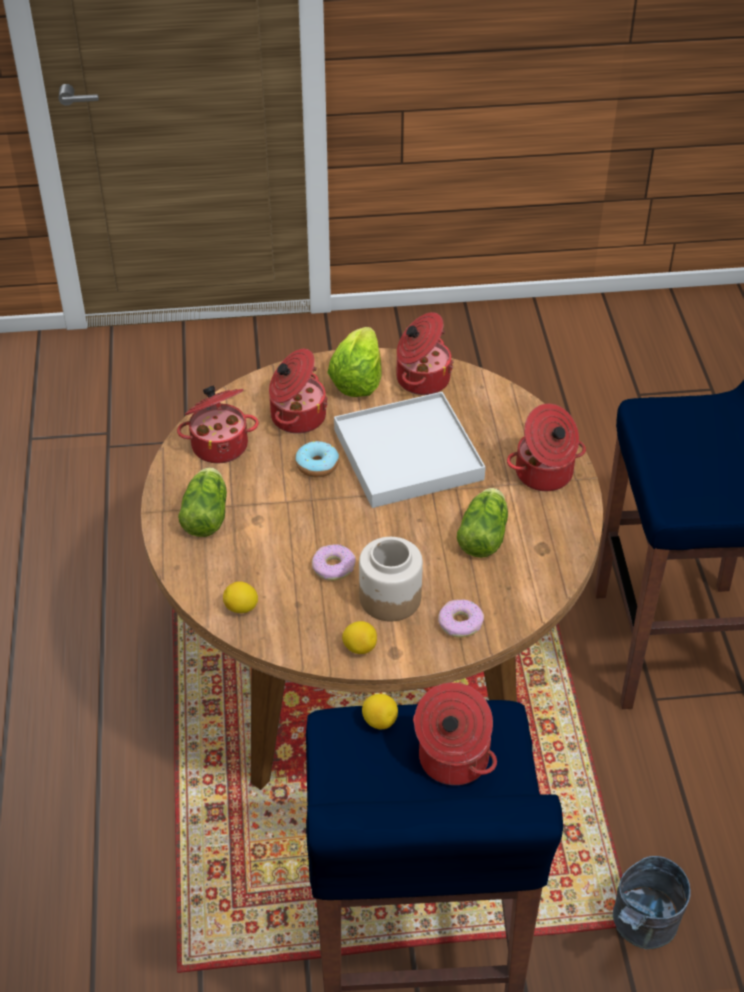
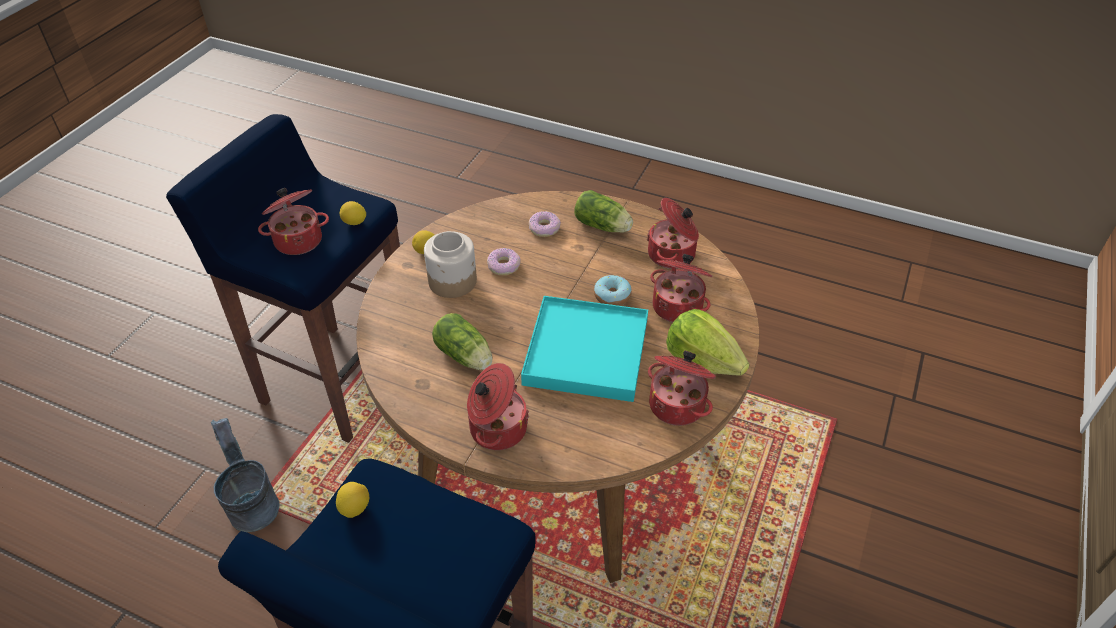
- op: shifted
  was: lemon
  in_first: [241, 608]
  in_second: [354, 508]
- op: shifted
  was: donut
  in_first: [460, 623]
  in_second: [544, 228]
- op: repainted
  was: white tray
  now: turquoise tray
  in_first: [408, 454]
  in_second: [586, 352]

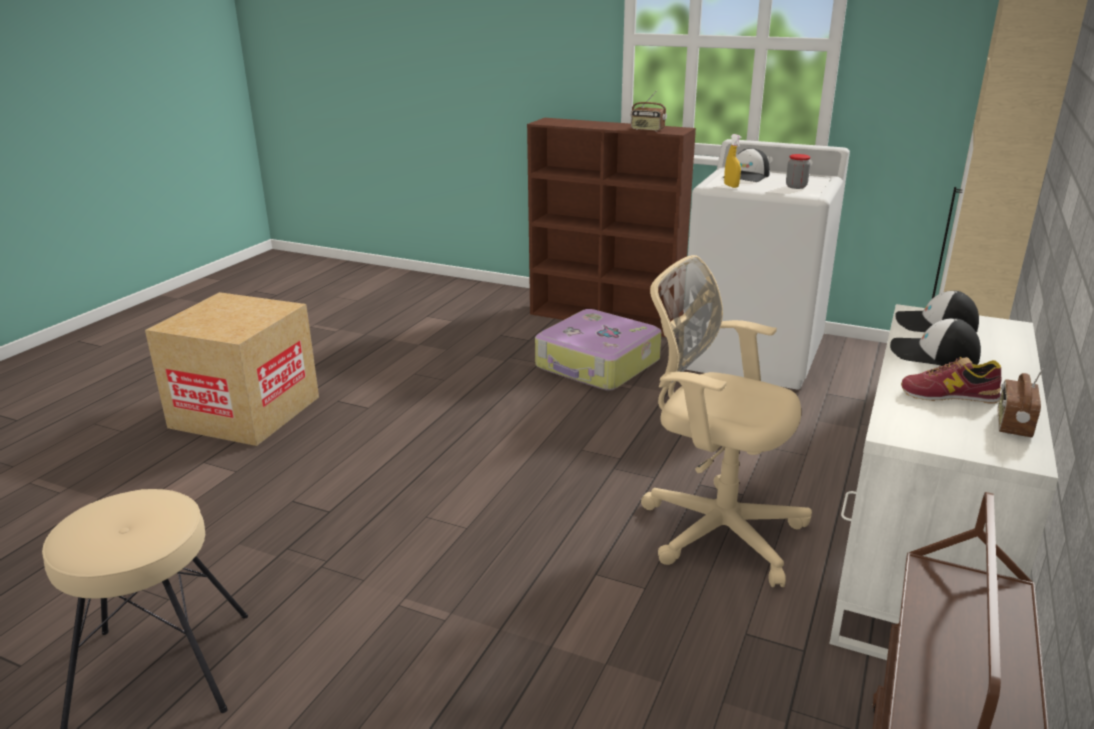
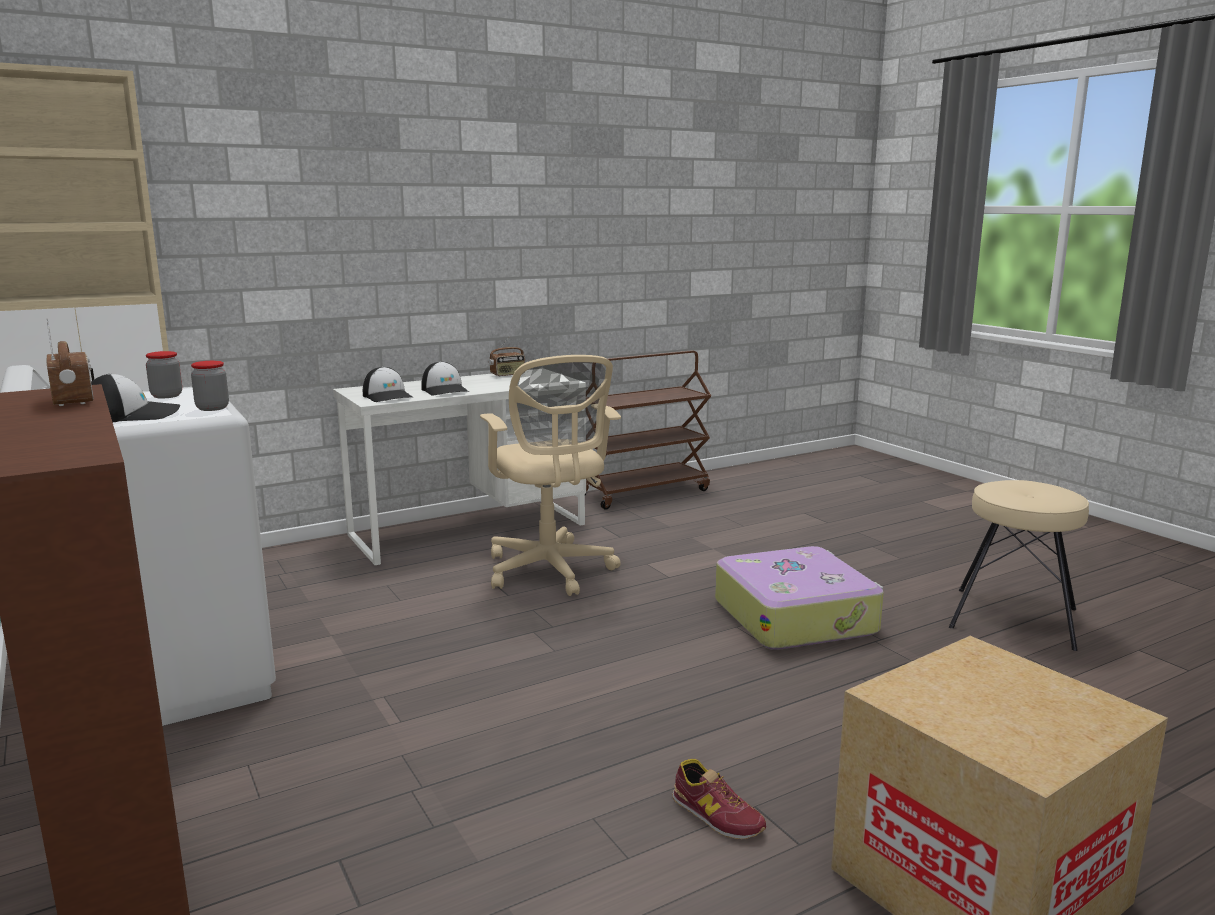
- op: shifted
  was: suitcase
  in_first: [597, 365]
  in_second: [795, 616]
- op: shifted
  was: shoe
  in_first: [949, 395]
  in_second: [716, 815]
- op: swapped
  was: yellow spray bottle
  now: jar
  in_first: [731, 186]
  in_second: [212, 408]

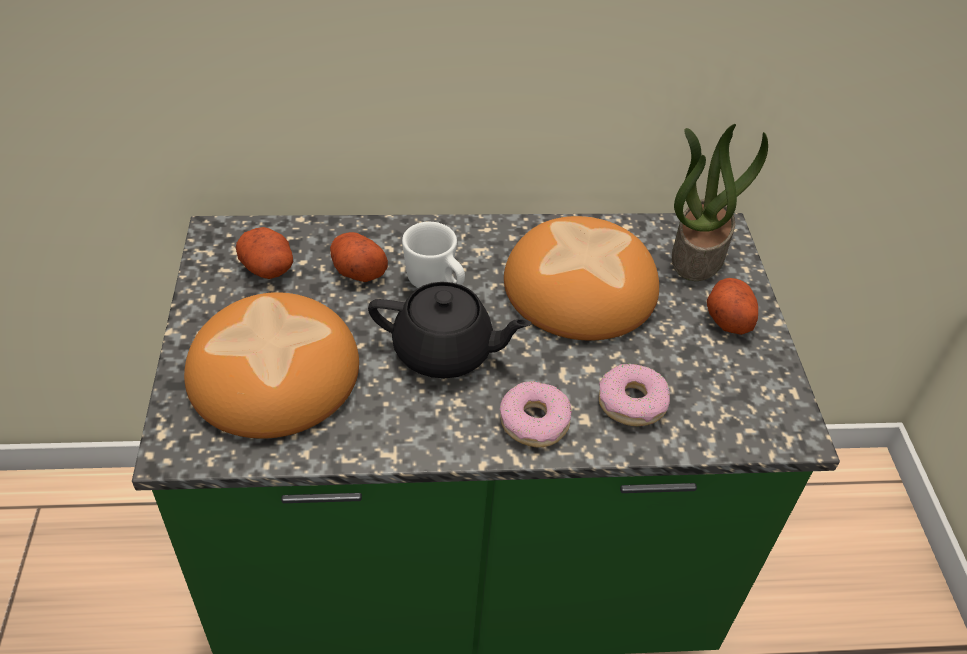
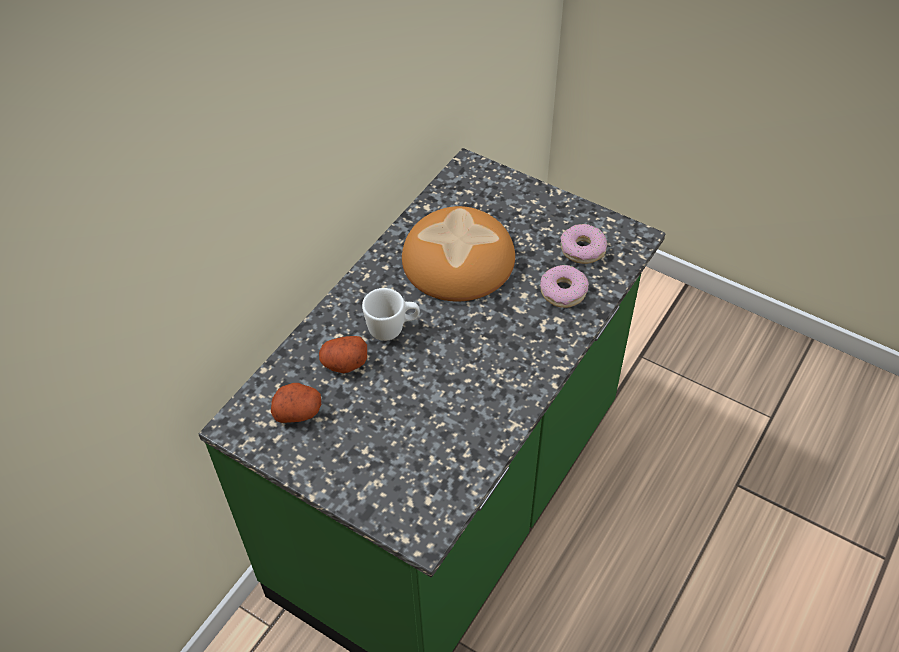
- op: gone
  was: bread
  in_first: [274, 372]
- op: gone
  was: black teapot
  in_first: [445, 352]
- op: gone
  was: potted plant
  in_first: [697, 253]
- op: gone
  was: potato
  in_first: [727, 317]
- op: shifted
  was: donut
  in_first: [534, 421]
  in_second: [582, 249]

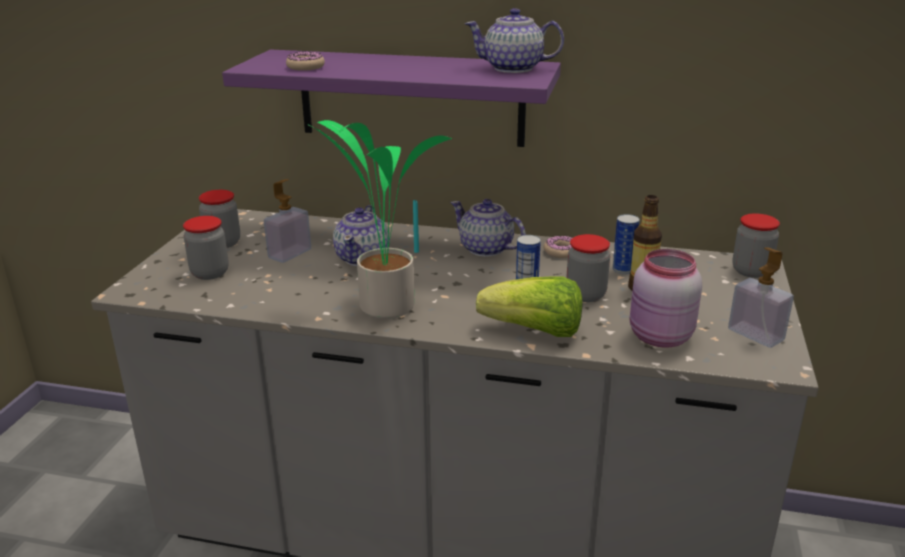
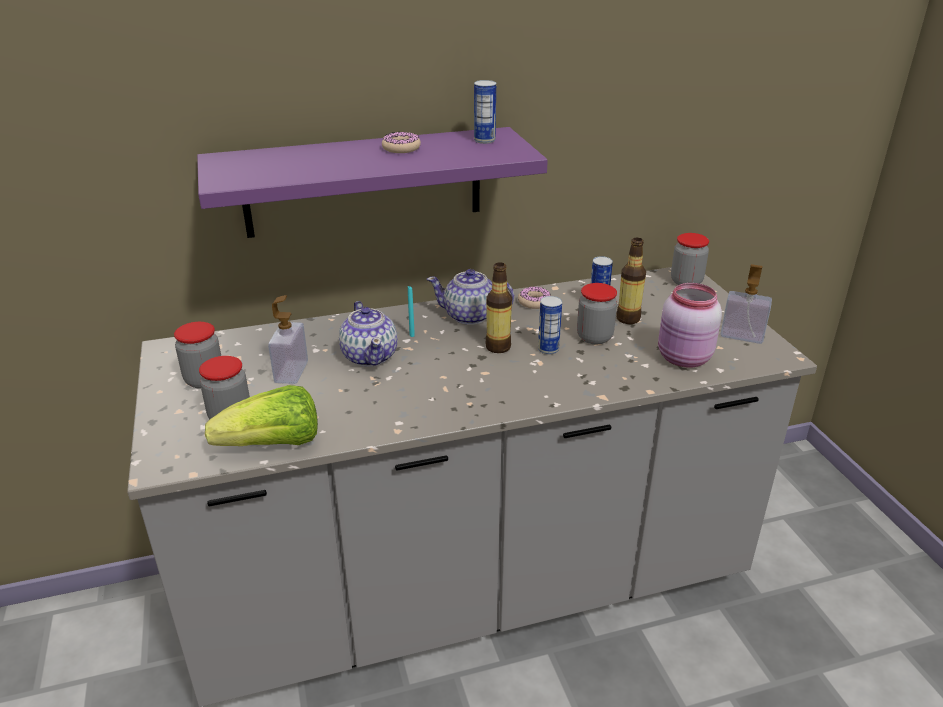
- op: gone
  was: potted plant
  in_first: [383, 307]
- op: new
  now: bottle
  in_second: [498, 347]
- op: shifted
  was: donut
  in_first: [305, 67]
  in_second: [401, 148]
- op: shifted
  was: lettuce
  in_first: [534, 331]
  in_second: [273, 445]
- op: swapped
  was: teapot
  now: can
  in_first: [514, 68]
  in_second: [484, 140]

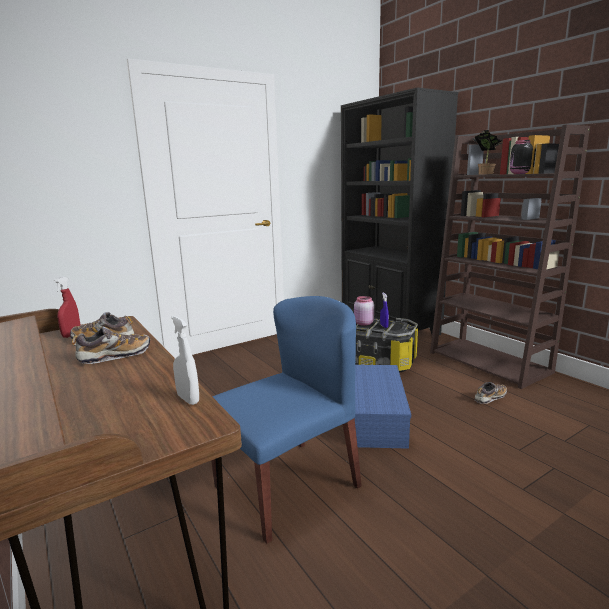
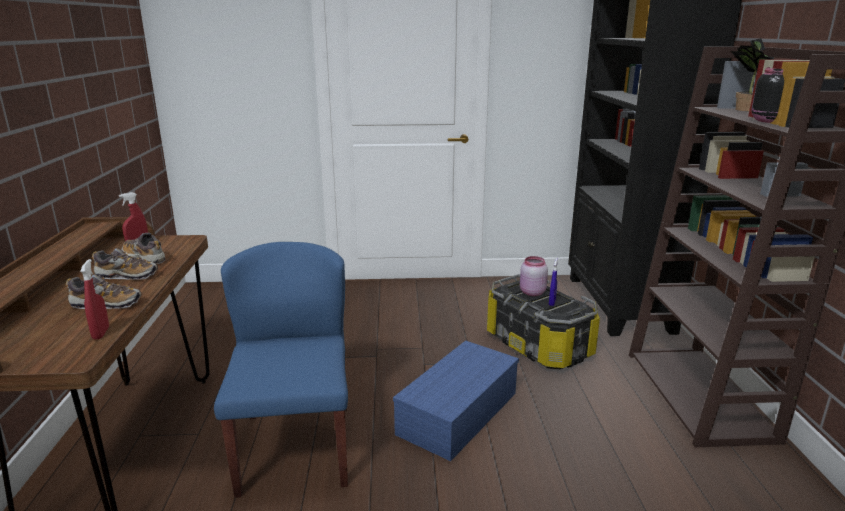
- op: shifted
  was: shoe
  in_first: [490, 398]
  in_second: [106, 304]
- op: repainted
  was: white spray bottle
  now: red spray bottle
  in_first: [188, 399]
  in_second: [101, 333]
- op: rotated
  was: blue chair
  in_first: [288, 485]
  in_second: [295, 447]
  clockwise: -90

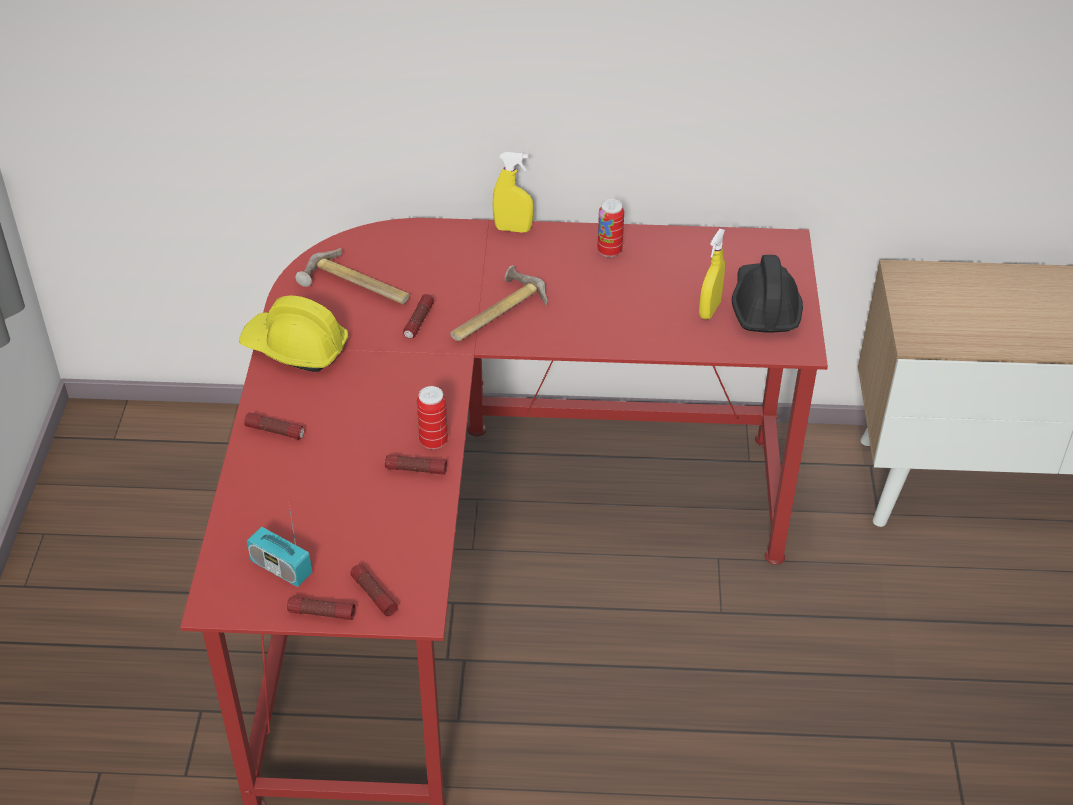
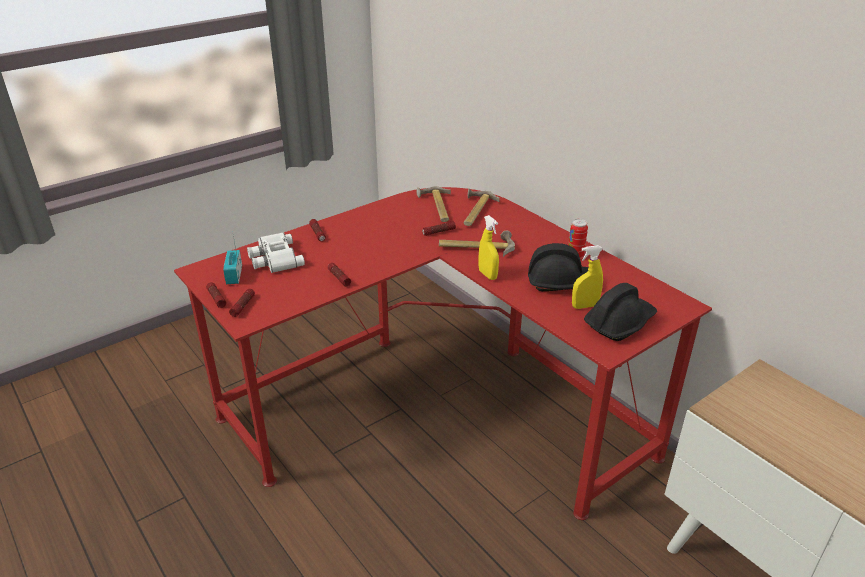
- op: gone
  was: yellow hard hat
  in_first: [295, 348]
- op: gone
  was: can
  in_first: [433, 441]
- op: new
  now: white binoculars
  in_second: [274, 258]
- op: new
  now: hammer
  in_second: [474, 211]
- op: new
  now: black hard hat
  in_second: [561, 282]
- op: shifted
  was: yellow spray bottle
  in_first: [513, 229]
  in_second: [487, 275]

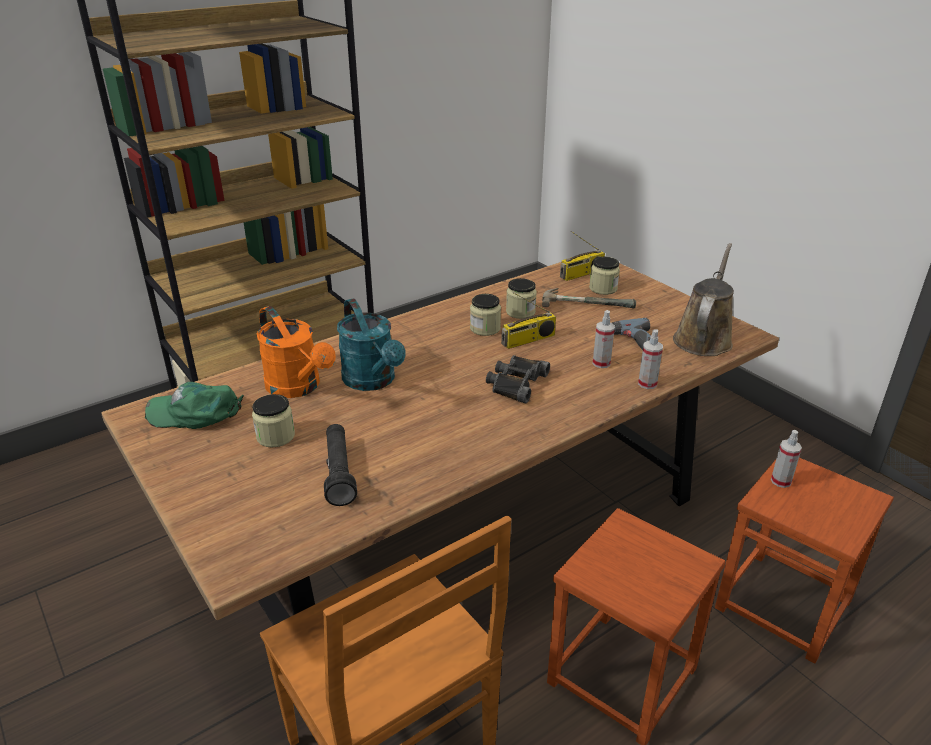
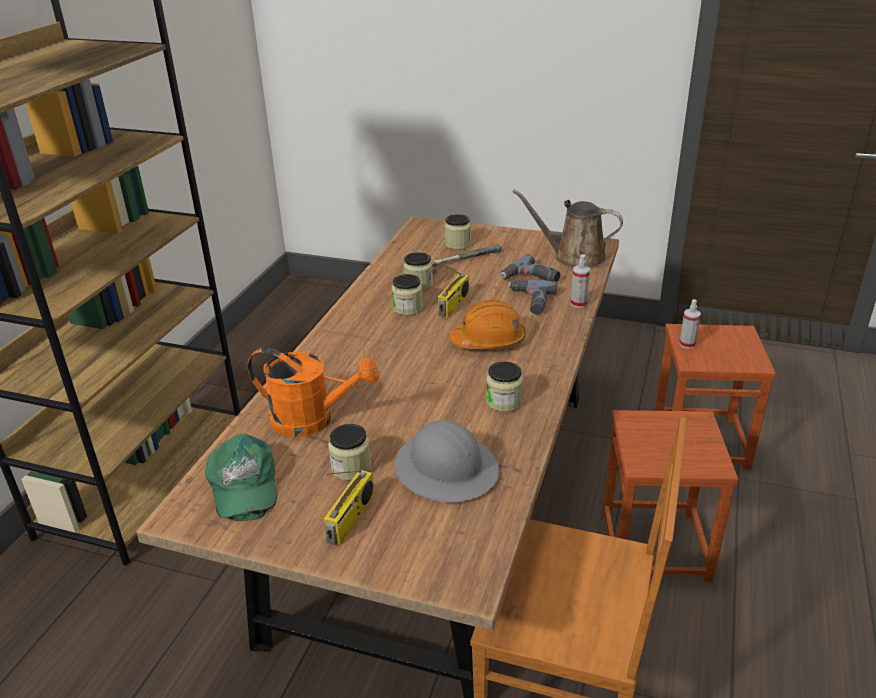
- op: gone
  was: turquoise watering can
  in_first: [373, 381]
- op: new
  now: jar
  in_second: [504, 402]
- op: shifted
  was: radio
  in_first: [581, 274]
  in_second: [351, 519]
- op: swapped
  was: black flashlight
  now: grey hard hat
  in_first: [339, 472]
  in_second: [446, 469]
- op: swapped
  was: black binoculars
  now: orange hard hat
  in_first: [515, 383]
  in_second: [488, 341]
- op: swapped
  was: spray bottle
  now: power drill
  in_first: [601, 363]
  in_second: [529, 301]
- op: rotated
  was: green cap
  in_first: [195, 412]
  in_second: [242, 485]
  clockwise: -75
- op: rotated
  was: brown watering can
  in_first: [703, 338]
  in_second: [574, 257]
  clockwise: -60

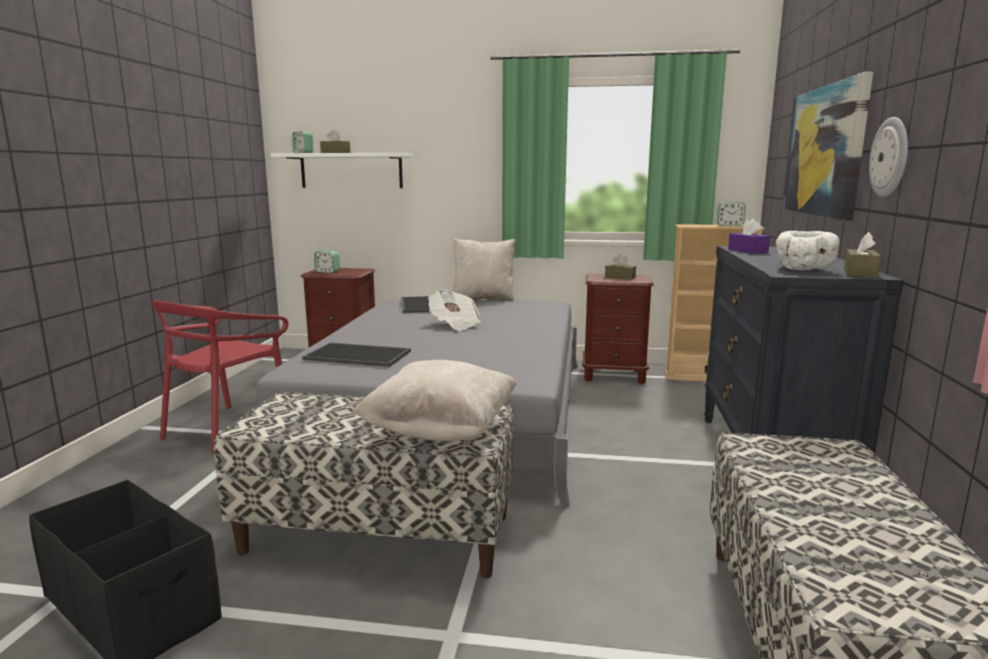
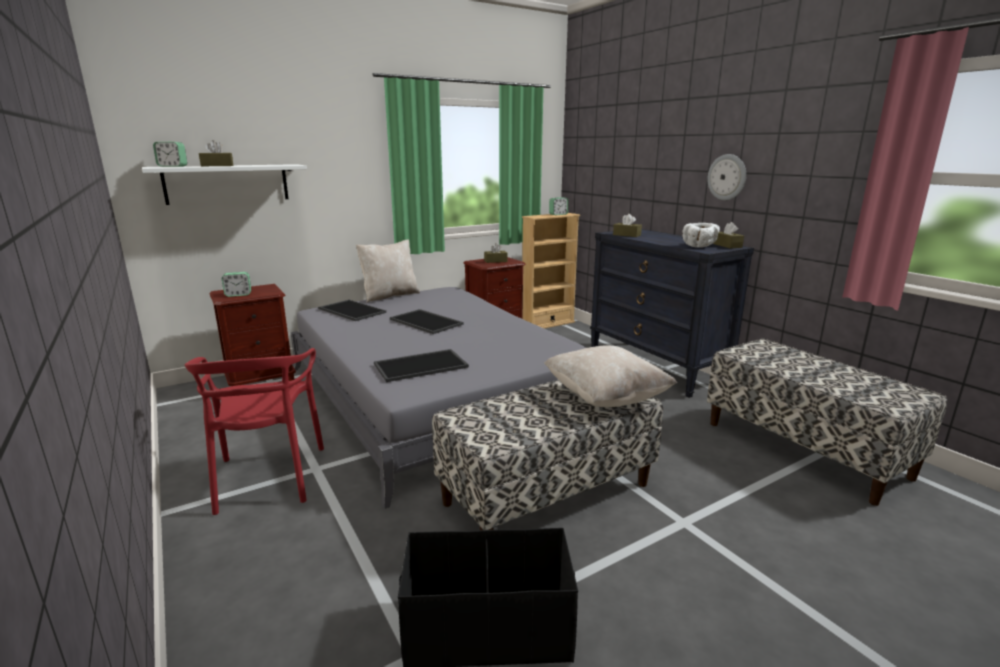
- op: gone
  was: picture
  in_first: [824, 151]
- op: swapped
  was: newspaper
  now: tray
  in_first: [454, 324]
  in_second: [427, 321]
- op: repainted
  was: purple tissue box
  now: brown tissue box
  in_first: [747, 250]
  in_second: [626, 235]

